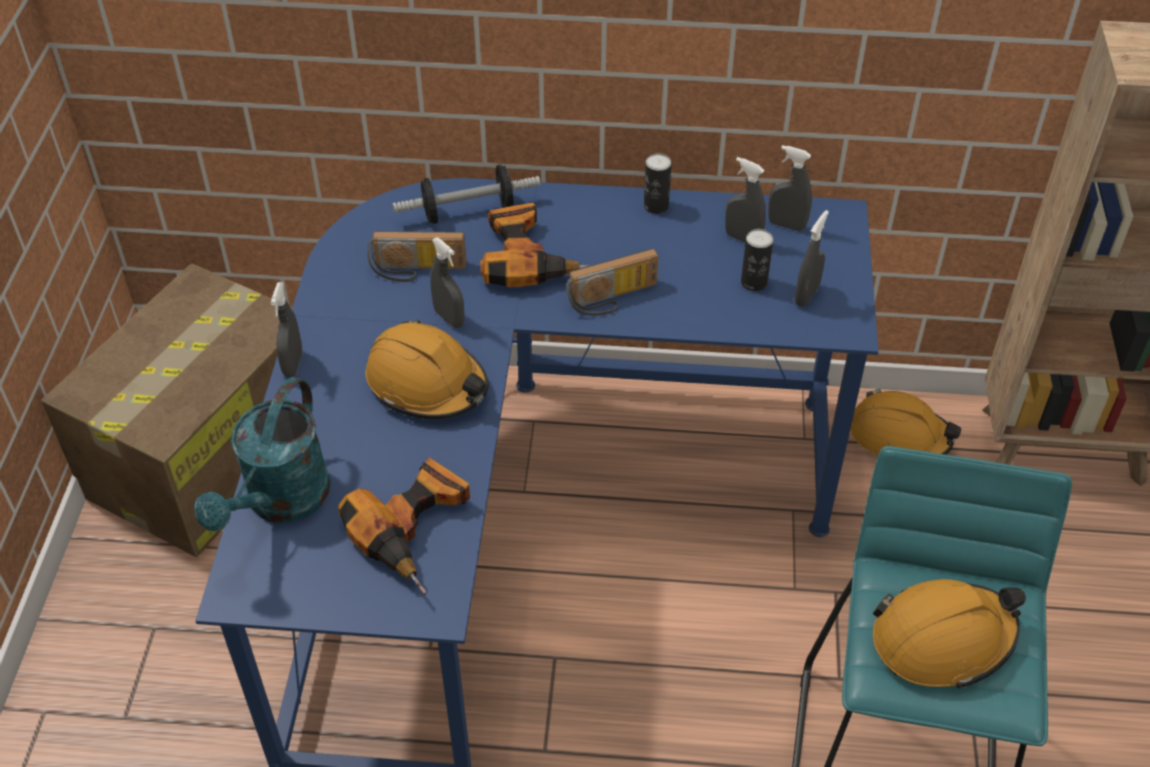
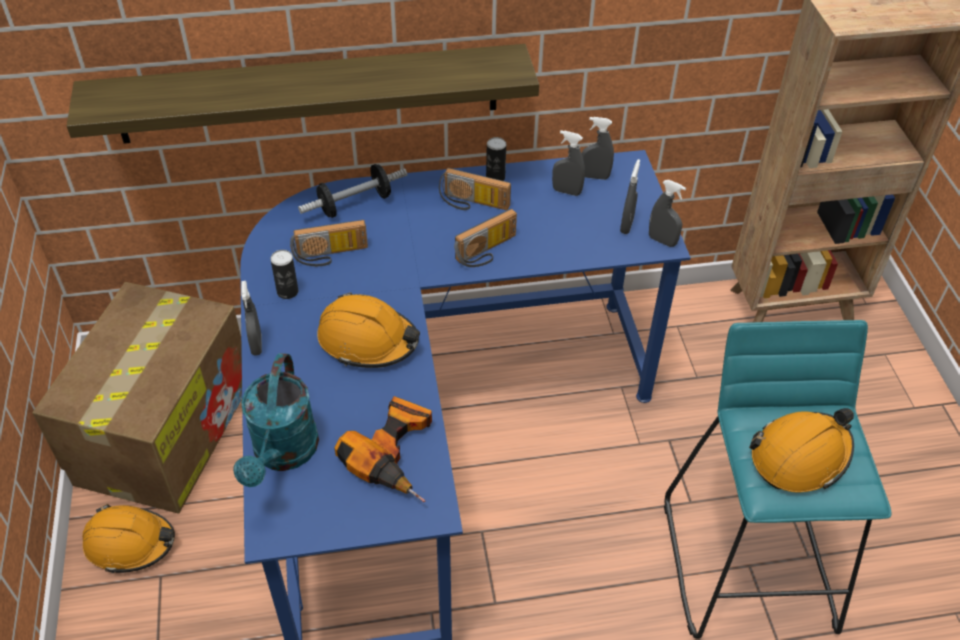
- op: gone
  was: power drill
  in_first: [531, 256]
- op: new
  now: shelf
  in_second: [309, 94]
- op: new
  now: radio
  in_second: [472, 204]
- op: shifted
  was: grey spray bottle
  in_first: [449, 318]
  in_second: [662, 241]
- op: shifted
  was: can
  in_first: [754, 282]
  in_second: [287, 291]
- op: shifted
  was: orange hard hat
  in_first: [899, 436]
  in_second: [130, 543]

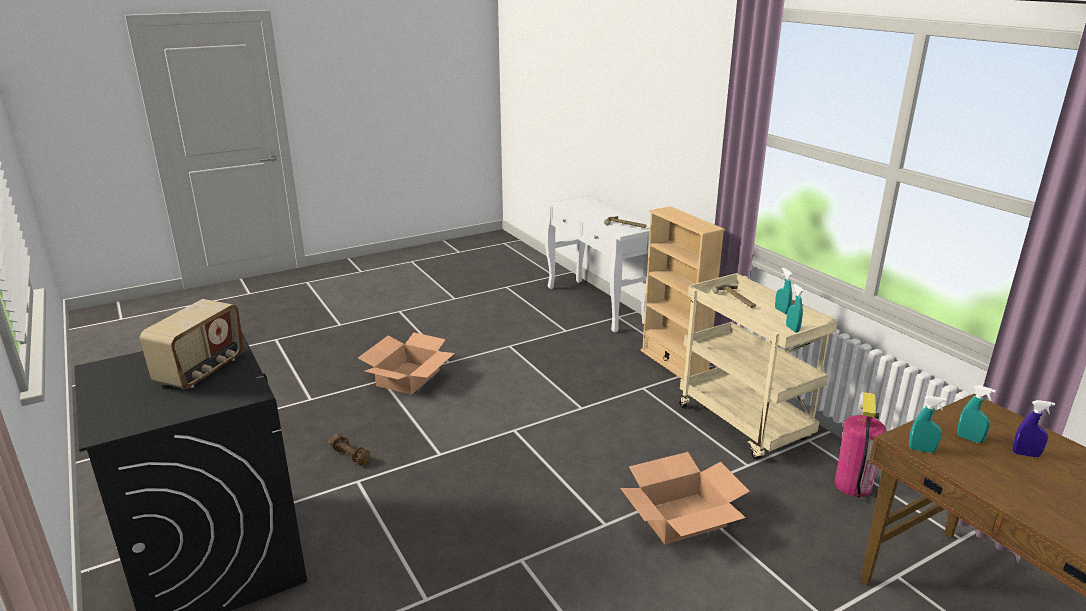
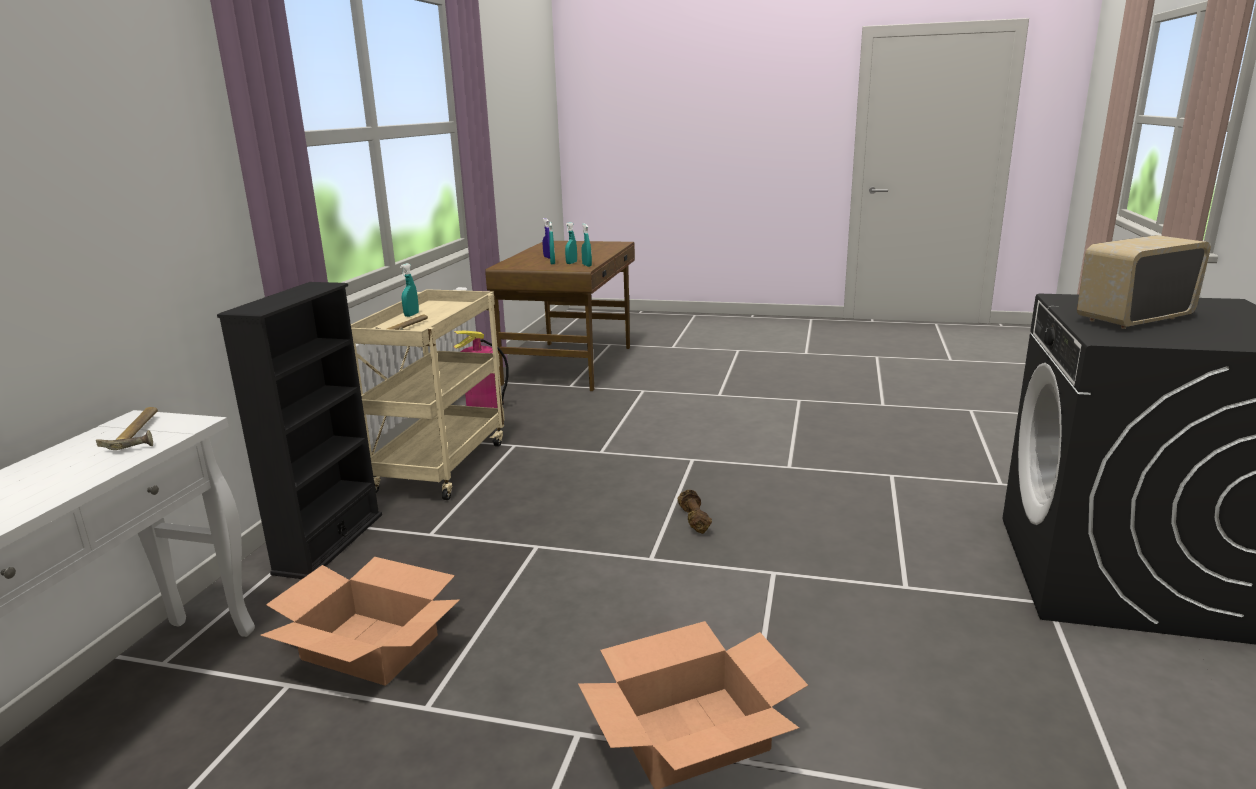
- op: shifted
  was: brown dumbbell
  in_first: [351, 456]
  in_second: [693, 520]
- op: shifted
  was: cardboard box
  in_first: [682, 518]
  in_second: [370, 647]
- op: shifted
  was: turquoise spray bottle
  in_first: [792, 329]
  in_second: [571, 263]
- op: repainted
  was: beige bookcase
  now: black bookcase
  in_first: [674, 363]
  in_second: [329, 543]

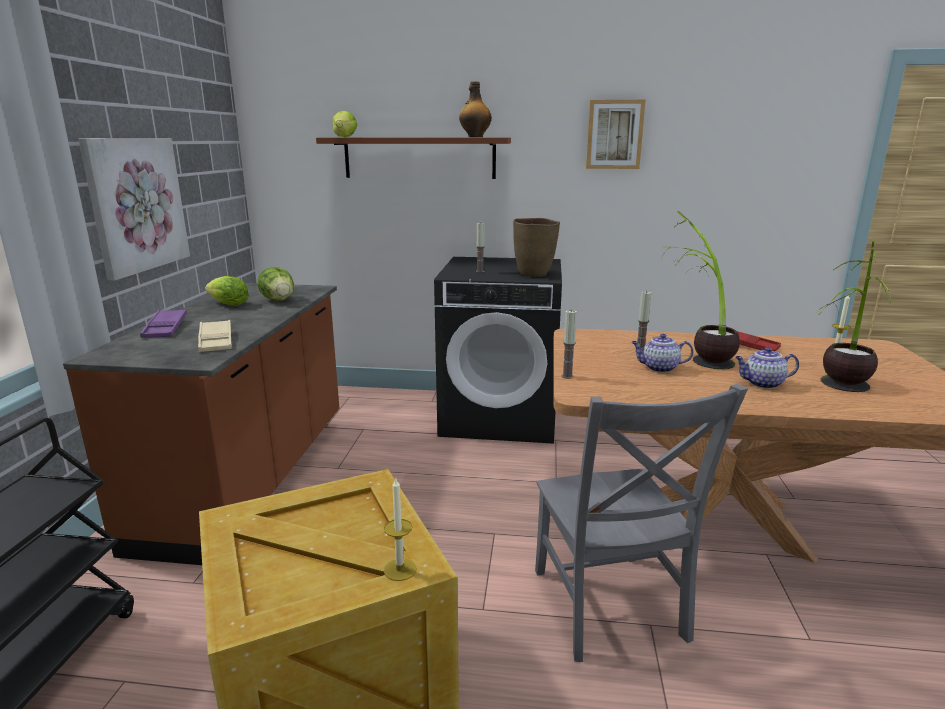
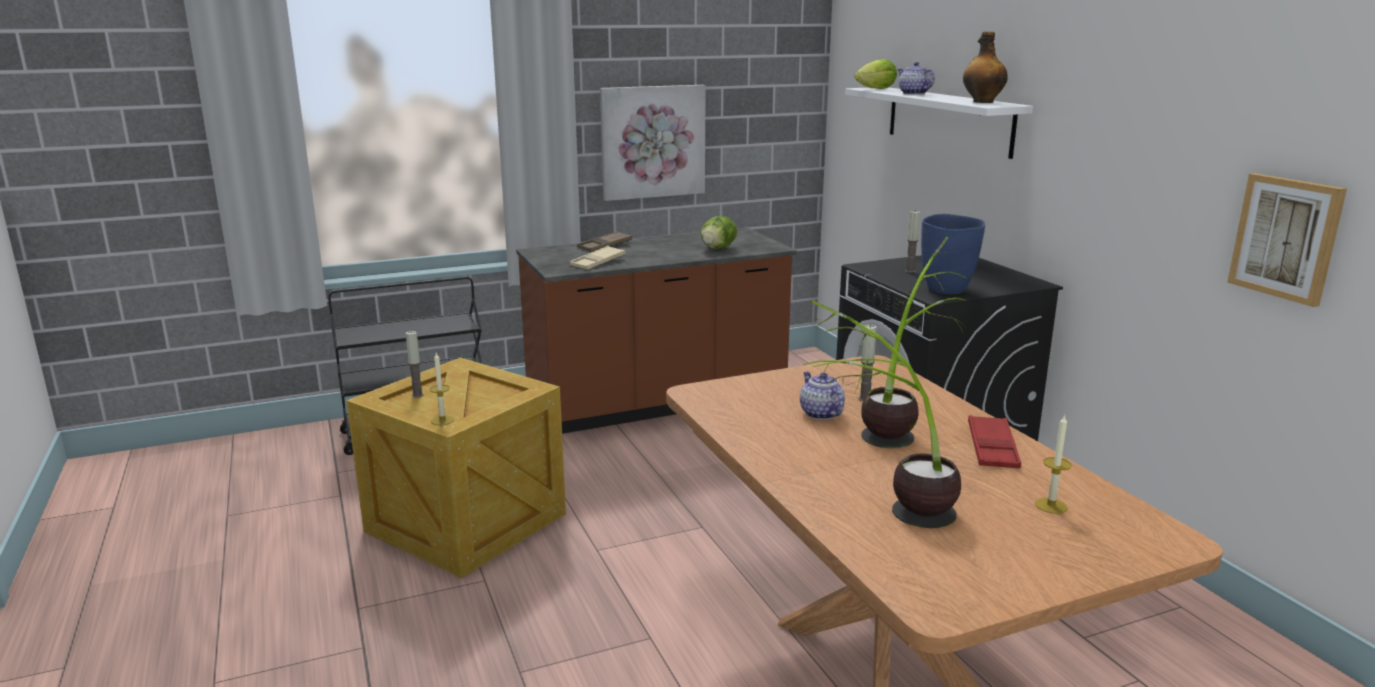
- op: gone
  was: lettuce
  in_first: [228, 305]
- op: gone
  was: grey chair
  in_first: [609, 609]
- op: shifted
  was: candle
  in_first: [567, 376]
  in_second: [417, 395]
- op: shifted
  was: picture
  in_first: [614, 134]
  in_second: [1286, 238]
- op: shifted
  was: teapot
  in_first: [762, 384]
  in_second: [913, 93]
- op: repainted
  was: purple tray
  now: brown tray
  in_first: [165, 328]
  in_second: [605, 246]
- op: repainted
  was: brown shelf
  now: white shelf
  in_first: [419, 158]
  in_second: [948, 120]
- op: repainted
  was: brown vase
  now: blue vase
  in_first: [534, 274]
  in_second: [947, 289]

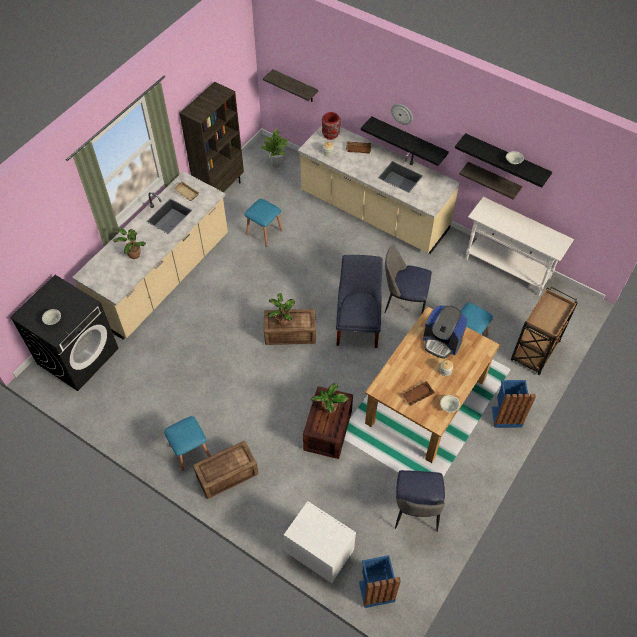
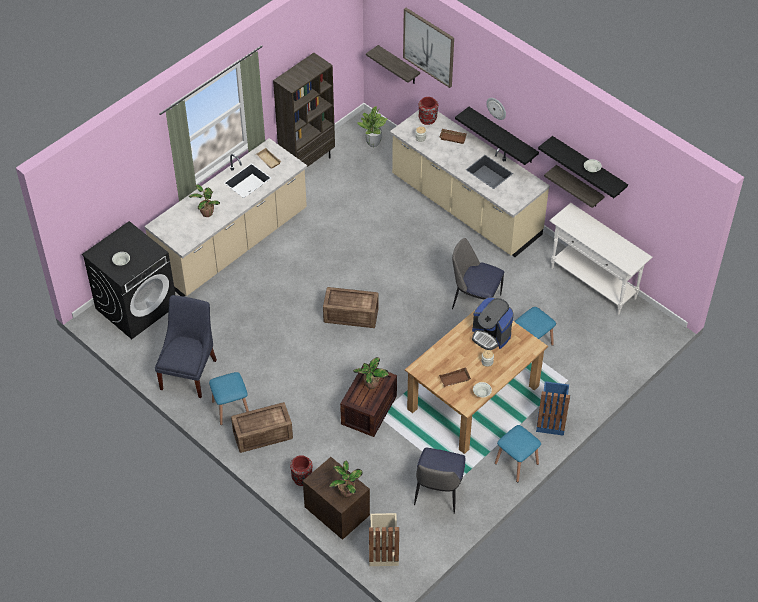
- op: gone
  was: brown cart
  in_first: [534, 352]
- op: new
  now: red vase
  in_second: [302, 478]
- op: new
  now: picture
  in_second: [429, 47]
- op: shifted
  was: blue stool
  in_first: [264, 232]
  in_second: [516, 463]
- op: shifted
  was: potted plant
  in_first: [282, 320]
  in_second: [346, 491]
- op: shifted
  was: blue chair
  in_first: [358, 324]
  in_second: [189, 372]
- op: repainted
  was: white nightstand
  now: brown nightstand
  in_first: [319, 551]
  in_second: [337, 513]
- op: repainted
  was: blue trash can
  now: beige trash can
  in_first: [375, 589]
  in_second: [383, 553]

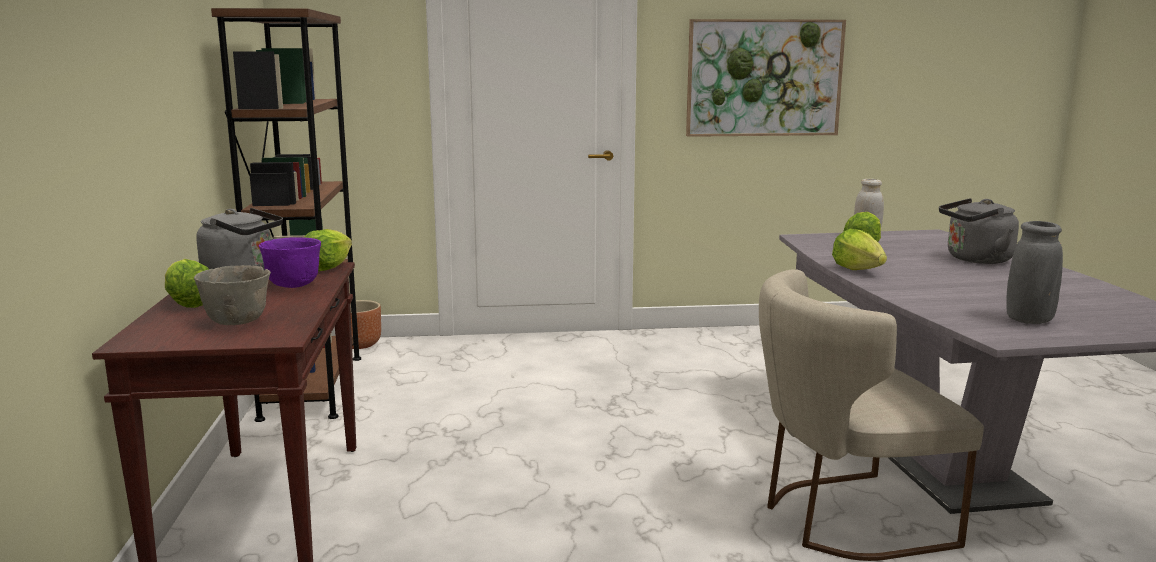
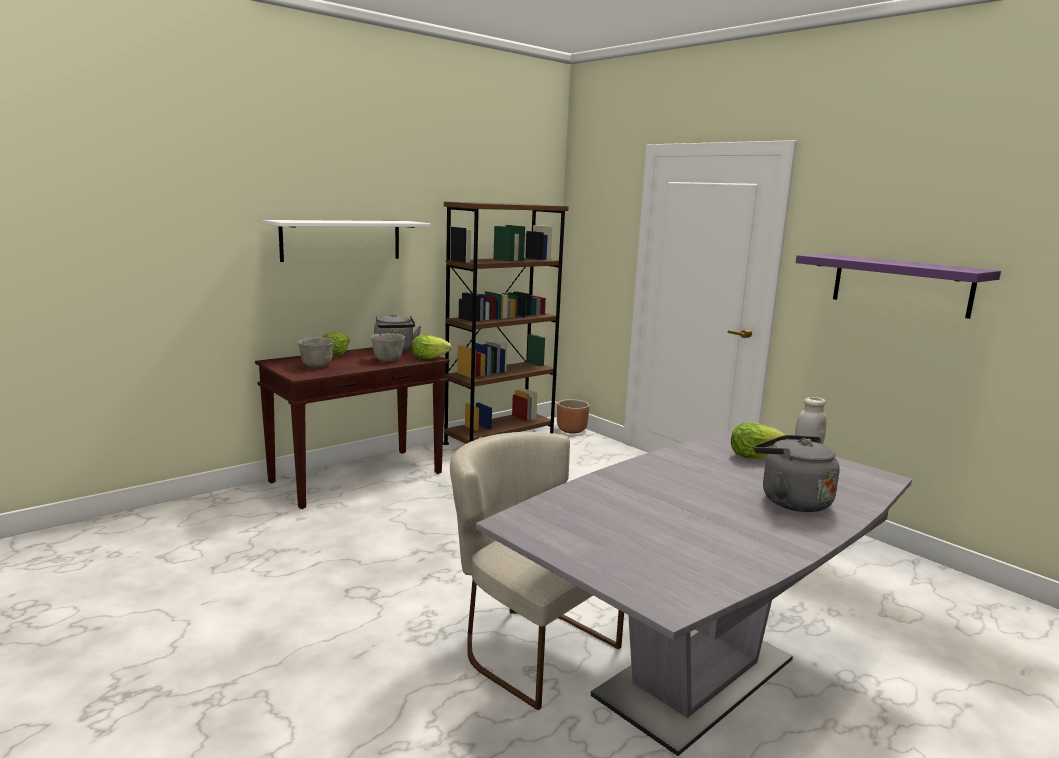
- op: gone
  was: lettuce
  in_first: [857, 270]
- op: gone
  was: grey vase
  in_first: [1029, 320]
- op: new
  now: white shelf
  in_second: [341, 240]
- op: swapped
  was: picture
  now: purple shelf
  in_first: [764, 78]
  in_second: [901, 285]
- op: repainted
  was: purple bowl
  now: grey bowl
  in_first: [292, 285]
  in_second: [388, 360]

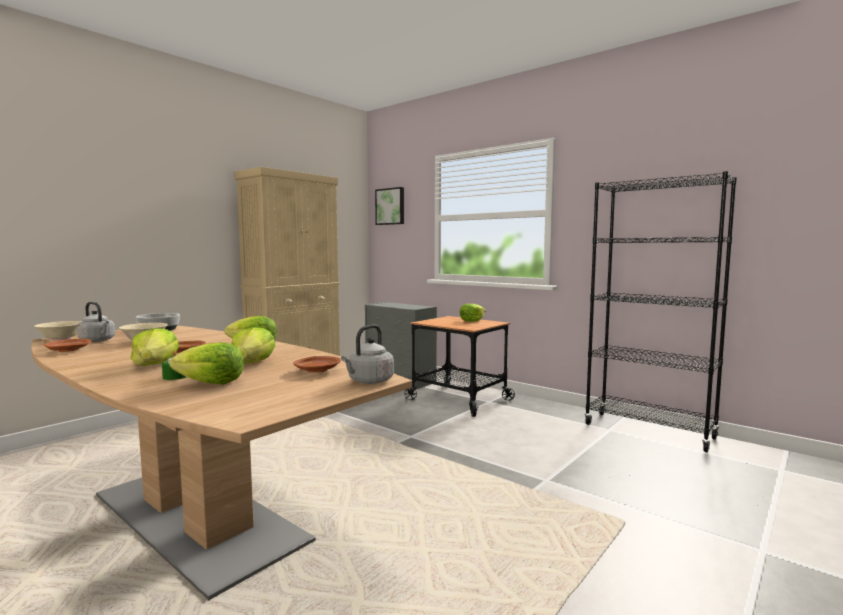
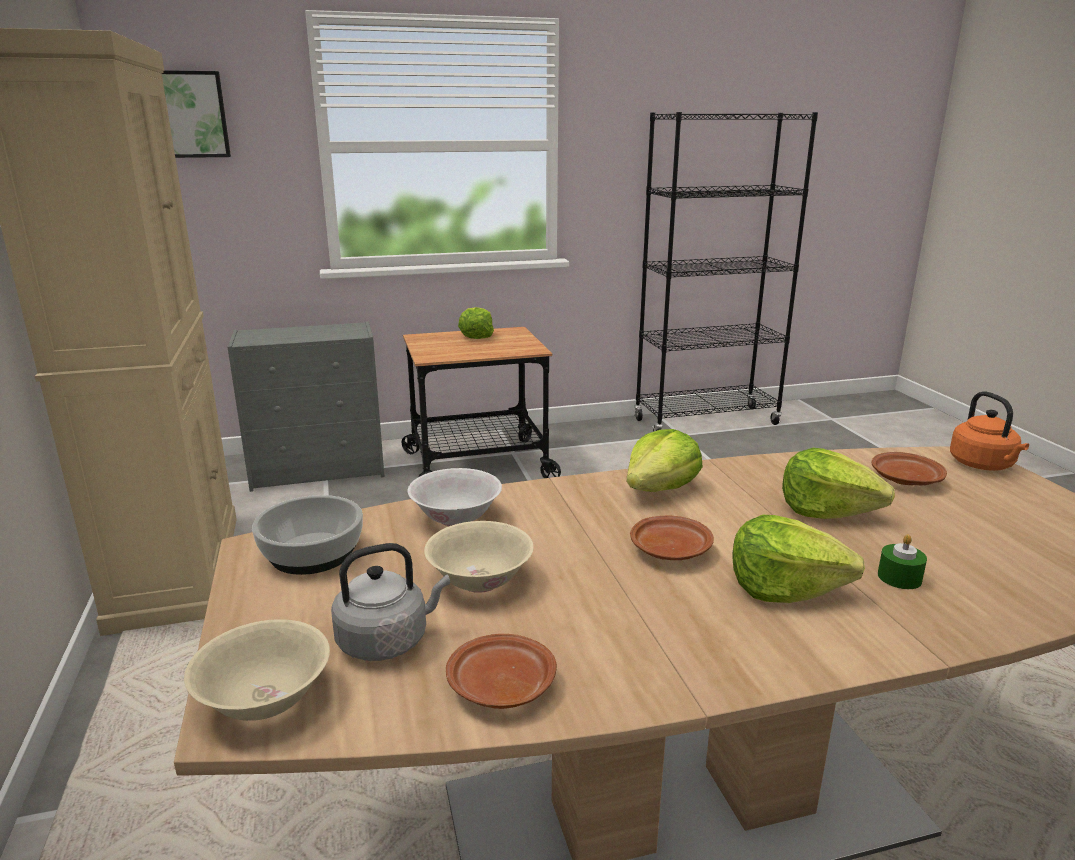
- op: gone
  was: lettuce
  in_first: [211, 383]
- op: new
  now: white bowl
  in_second: [456, 518]
- op: repainted
  was: grey kettle
  now: orange kettle
  in_first: [369, 381]
  in_second: [983, 465]

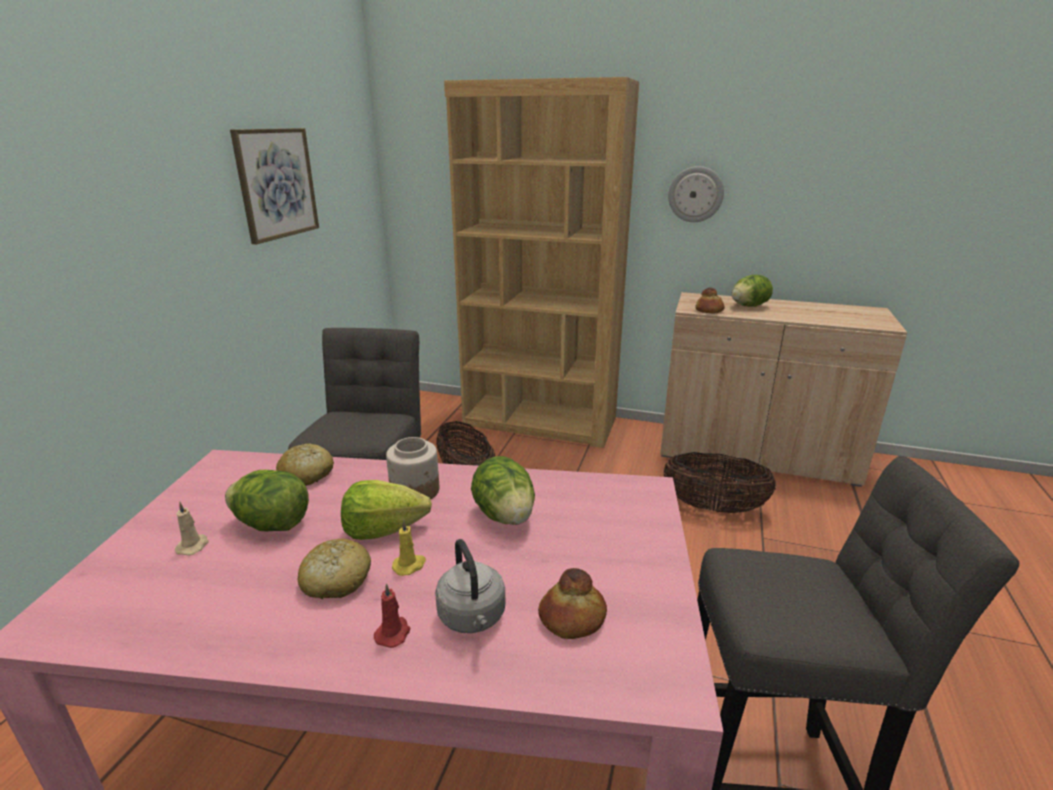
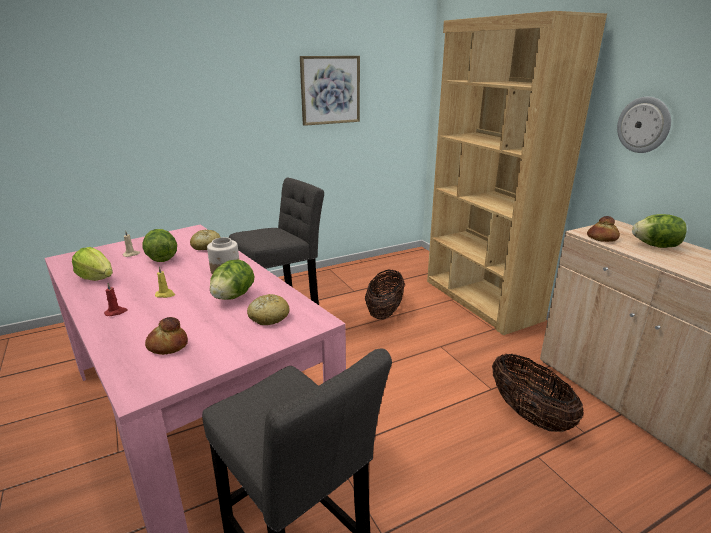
- op: gone
  was: grey kettle
  in_first: [472, 618]
- op: shifted
  was: bread
  in_first: [336, 580]
  in_second: [268, 317]
- op: shifted
  was: lettuce
  in_first: [383, 529]
  in_second: [97, 278]

